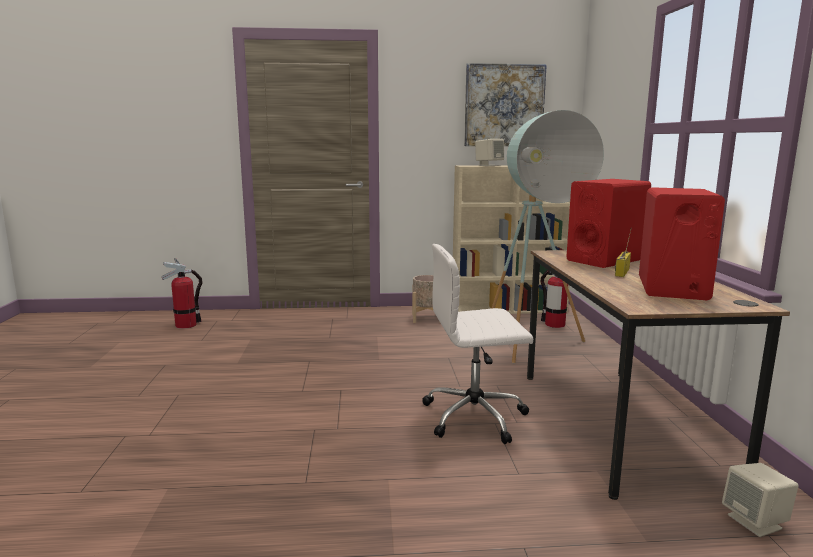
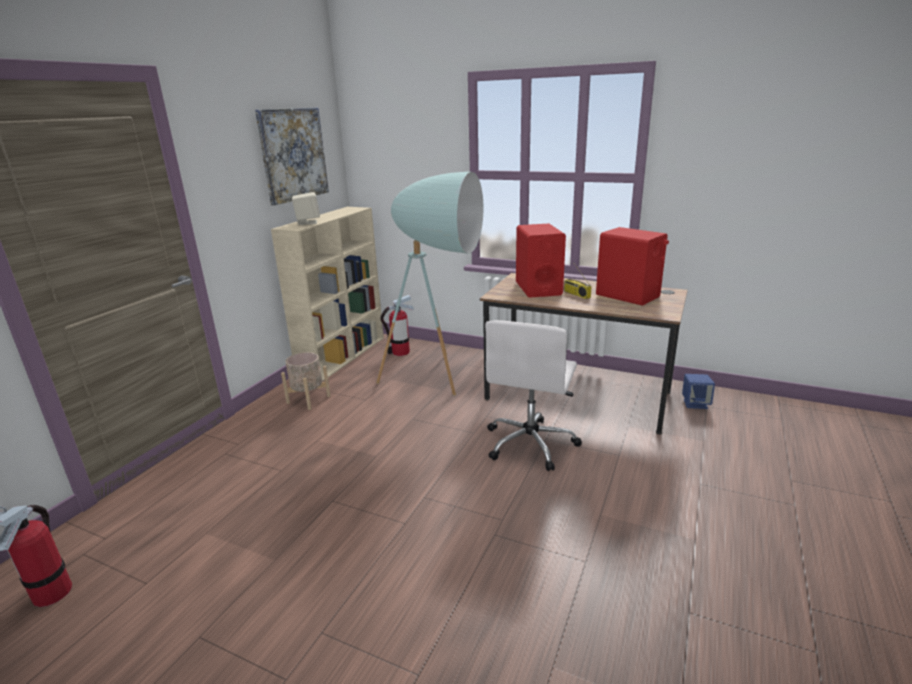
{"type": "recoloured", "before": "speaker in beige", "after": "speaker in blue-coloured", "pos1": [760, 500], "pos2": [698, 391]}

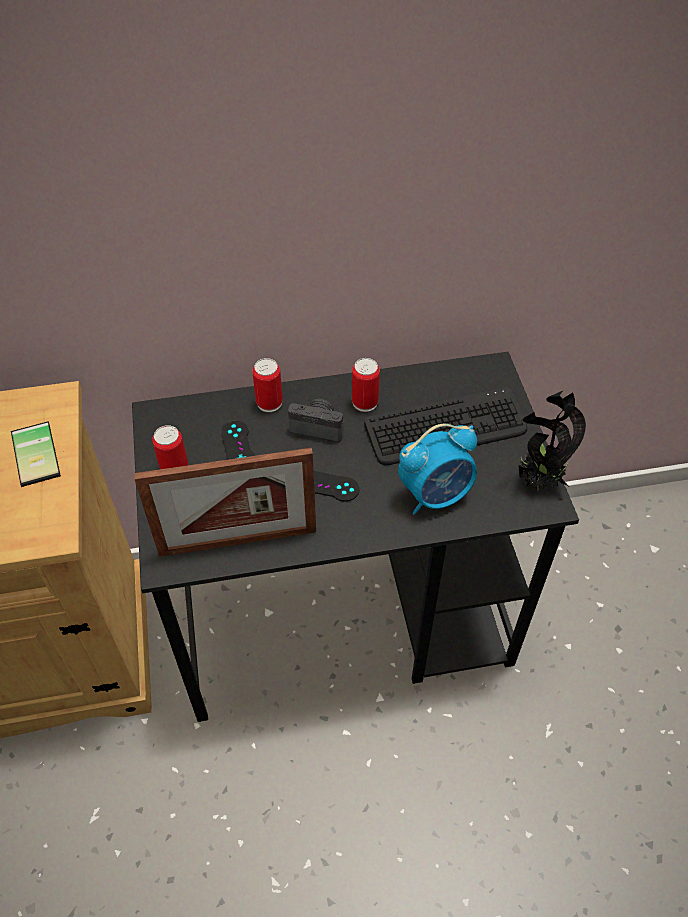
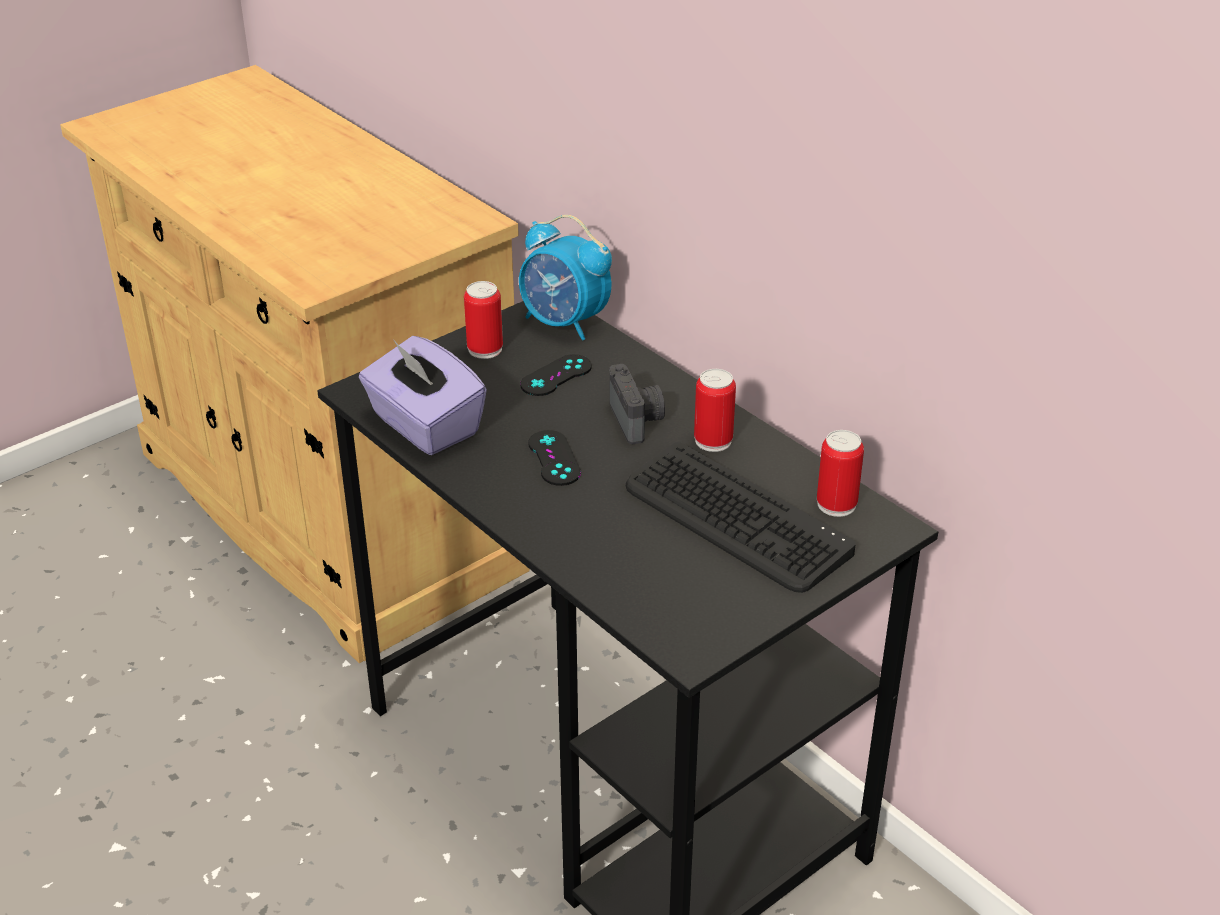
{"type": "removed", "before": "phone", "pos1": [36, 454]}
{"type": "replaced", "before": "photo frame", "after": "tissue holder in purplish", "pos1": [225, 502], "pos2": [423, 395]}
{"type": "moved", "before": "metal can", "pos1": [268, 385], "pos2": [840, 473]}
{"type": "moved", "before": "bedside clock", "pos1": [437, 469], "pos2": [565, 278]}
{"type": "removed", "before": "plant in a pot", "pos1": [552, 441]}

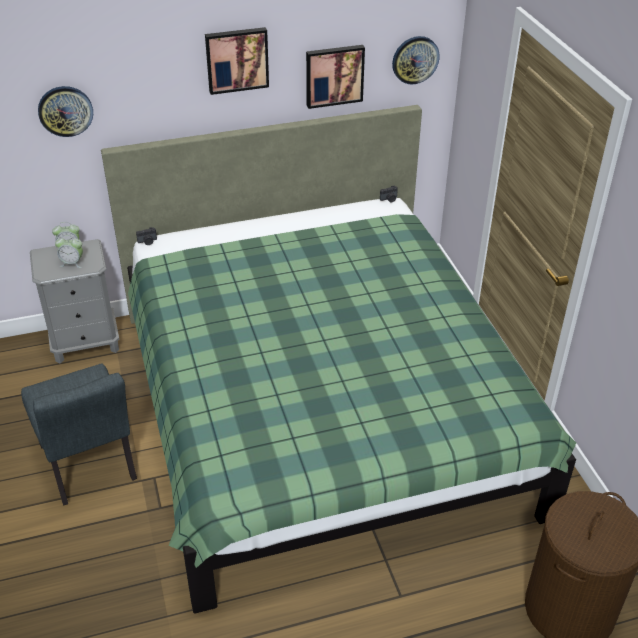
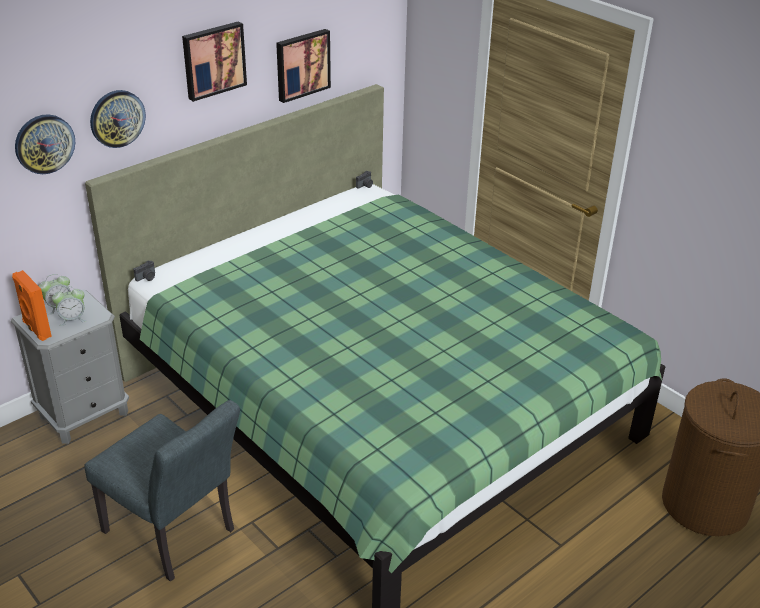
{"type": "moved", "before": "hanging clock", "pos1": [416, 60], "pos2": [118, 119]}
{"type": "added", "after": "speaker in orange", "pos2": [32, 305]}

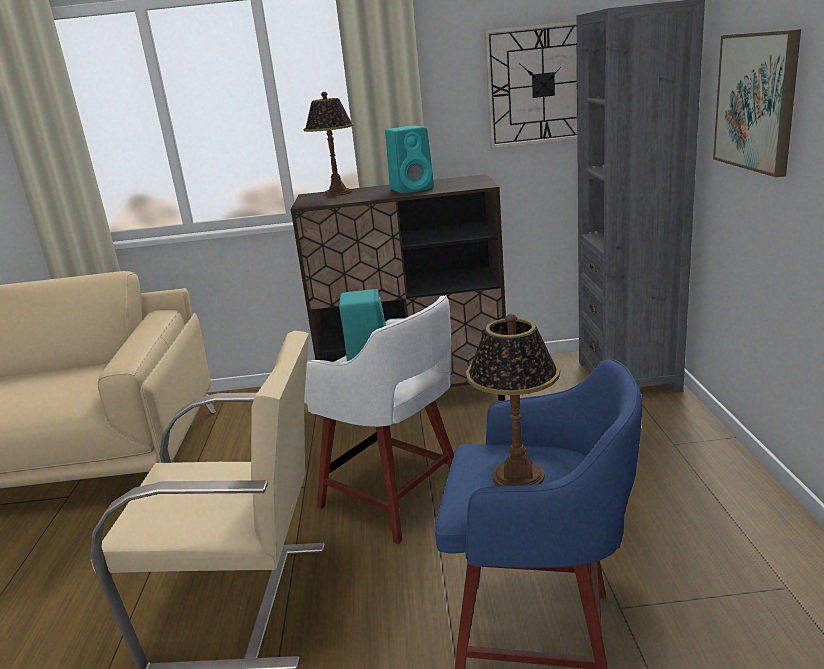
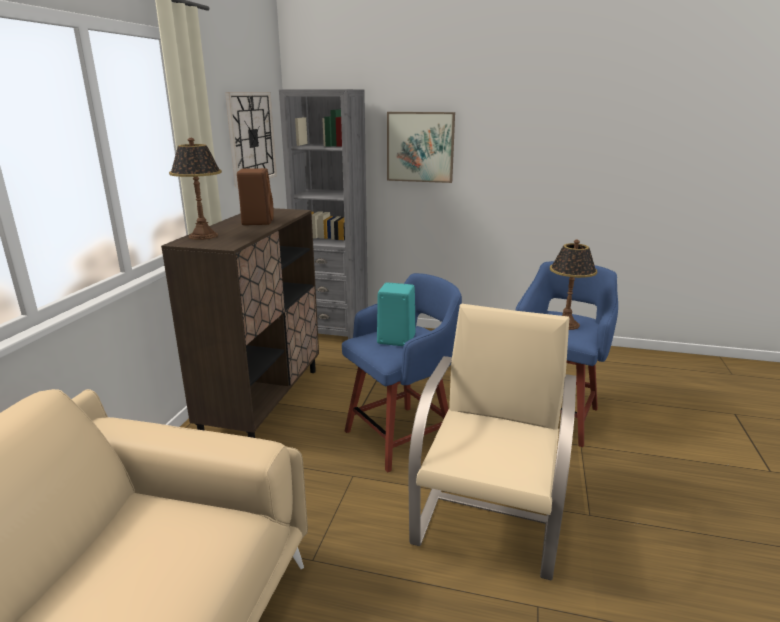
{"type": "recoloured", "before": "stool seat in white", "after": "stool seat in blue-coloured", "pos1": [379, 419], "pos2": [402, 373]}
{"type": "recoloured", "before": "speaker in turquoise-coloured", "after": "speaker in brownish", "pos1": [409, 160], "pos2": [255, 196]}

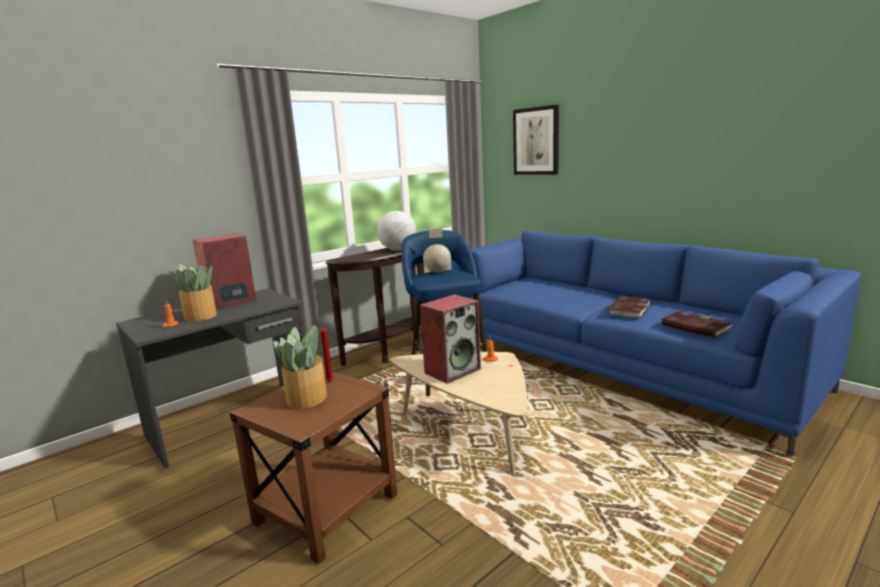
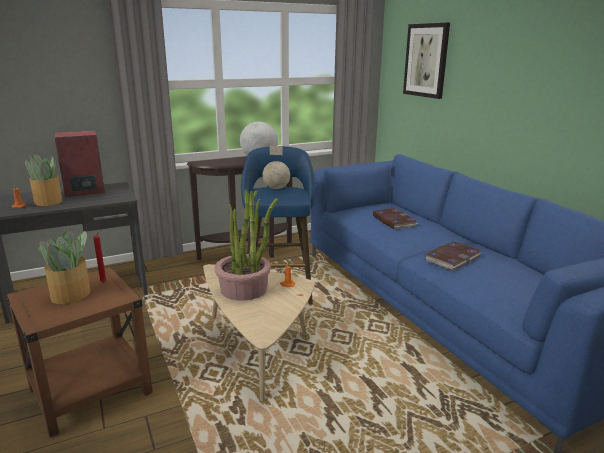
{"type": "replaced", "before": "speaker", "after": "plant in a pot", "pos1": [450, 339], "pos2": [246, 245]}
{"type": "moved", "before": "volume", "pos1": [696, 324], "pos2": [395, 219]}

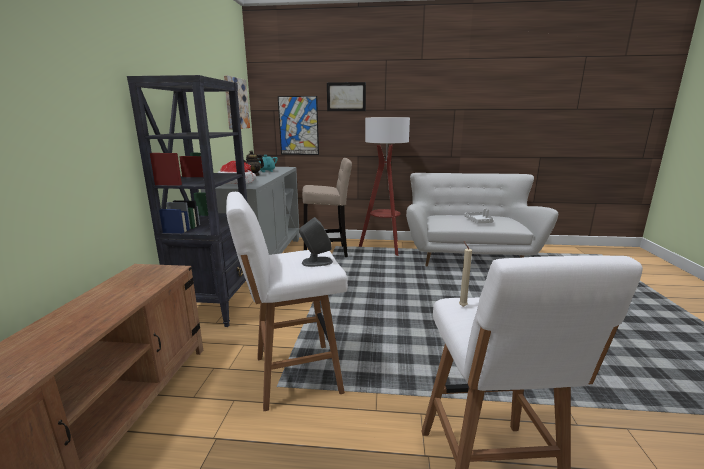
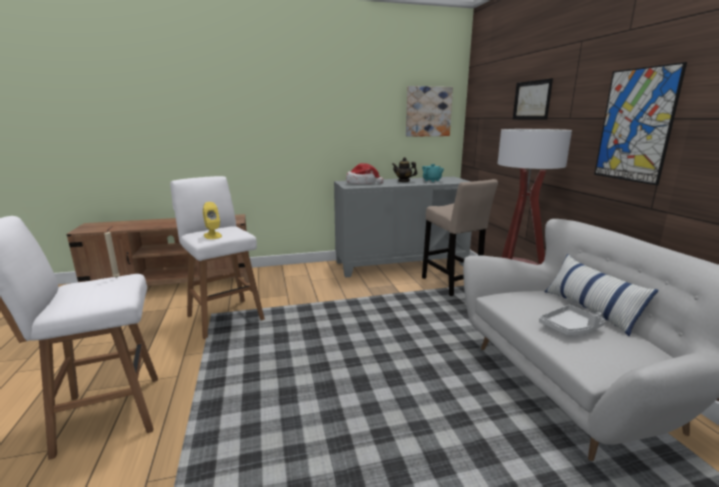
{"type": "removed", "before": "bookcase in black", "pos1": [189, 201]}
{"type": "moved", "before": "wall picture", "pos1": [298, 125], "pos2": [640, 123]}
{"type": "recoloured", "before": "speaker in greyish", "after": "speaker in yellow", "pos1": [316, 242], "pos2": [212, 220]}
{"type": "added", "after": "cushion", "pos2": [602, 295]}

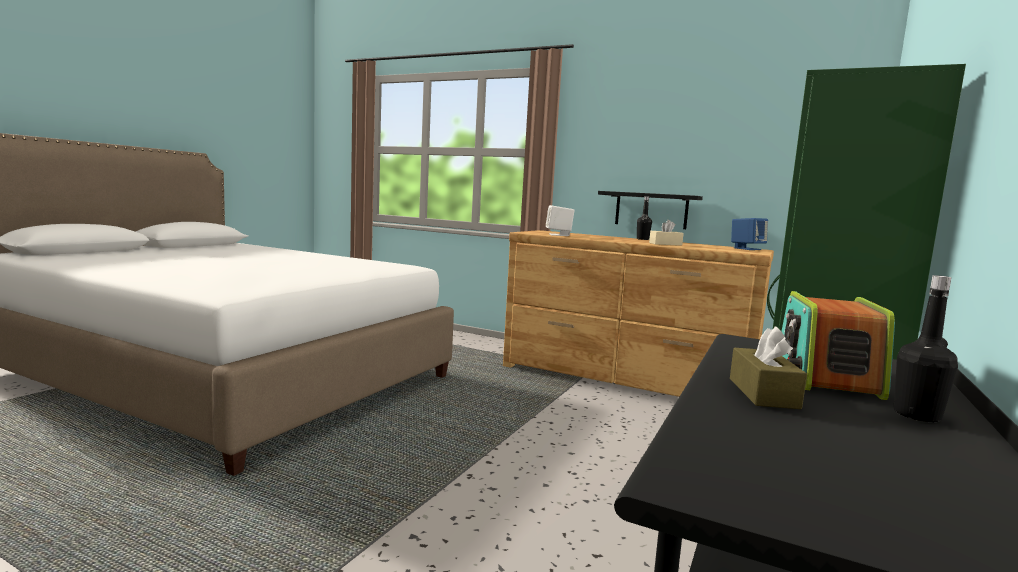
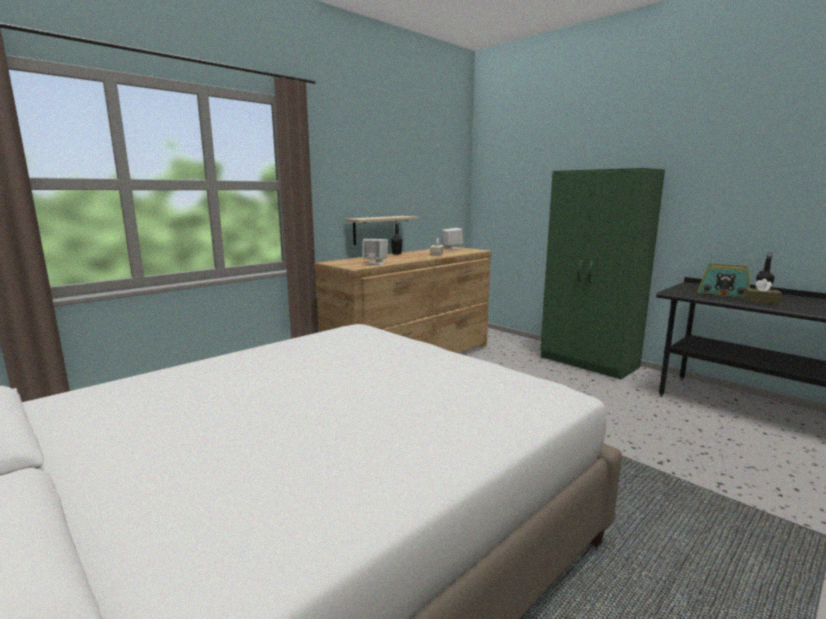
{"type": "recoloured", "before": "bracket shelf in black", "after": "bracket shelf in beige", "pos1": [650, 210], "pos2": [381, 230]}
{"type": "recoloured", "before": "speaker in blue-coloured", "after": "speaker in white", "pos1": [749, 234], "pos2": [452, 238]}

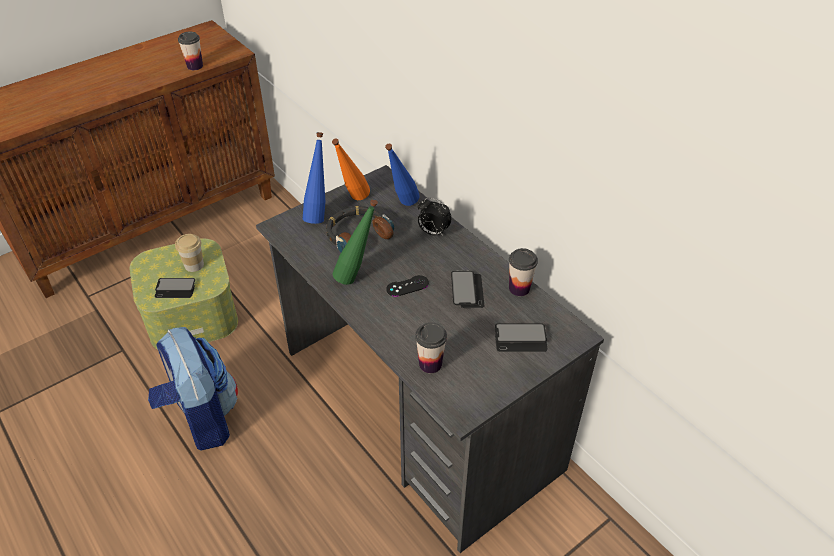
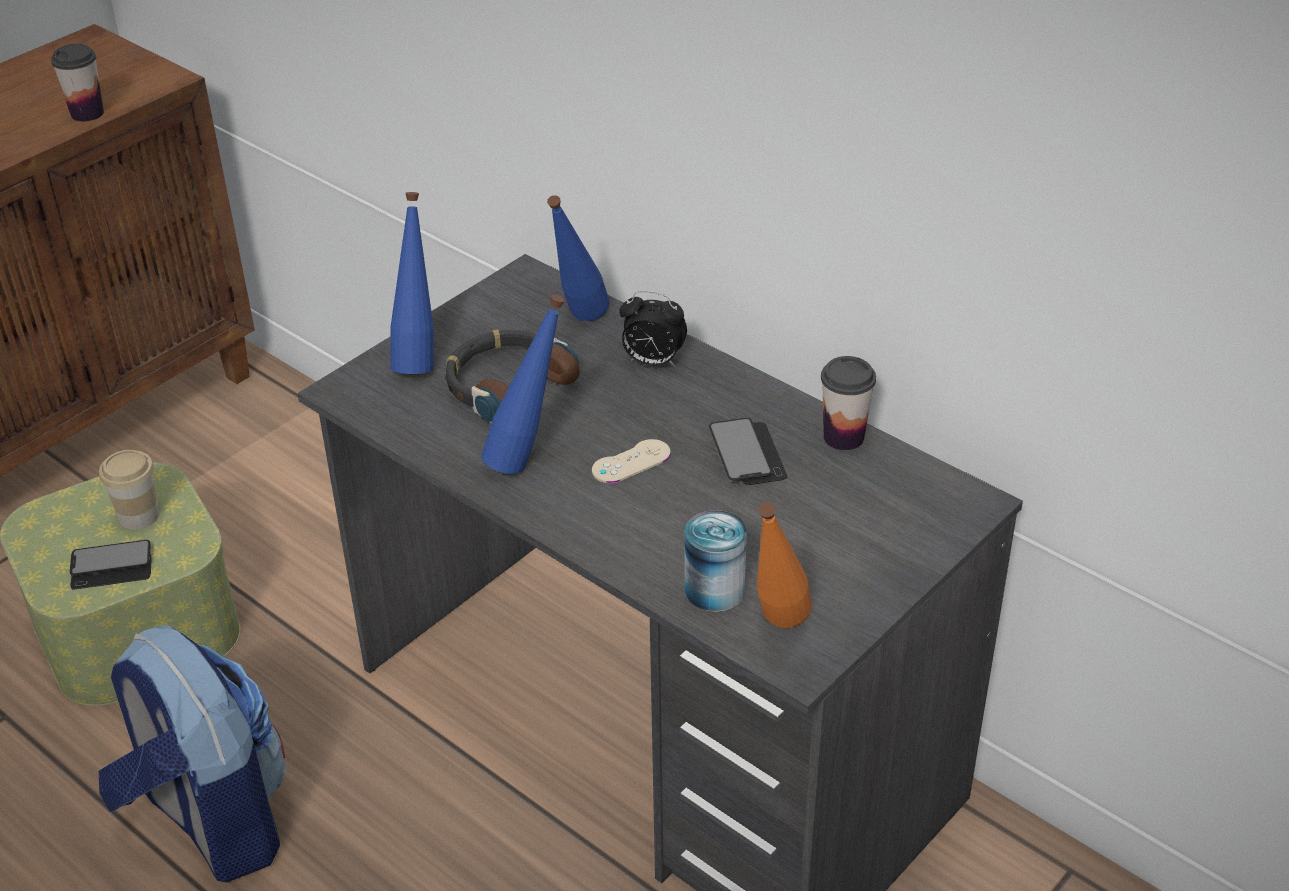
{"type": "moved", "before": "bottle in orange", "pos1": [351, 169], "pos2": [784, 565]}
{"type": "recoloured", "before": "bottle in greenish", "after": "bottle in blue-coloured", "pos1": [355, 242], "pos2": [523, 384]}
{"type": "recoloured", "before": "joypad in black", "after": "joypad in beige", "pos1": [407, 286], "pos2": [631, 461]}
{"type": "replaced", "before": "cup", "after": "metal can", "pos1": [431, 347], "pos2": [716, 561]}
{"type": "removed", "before": "phone", "pos1": [521, 338]}

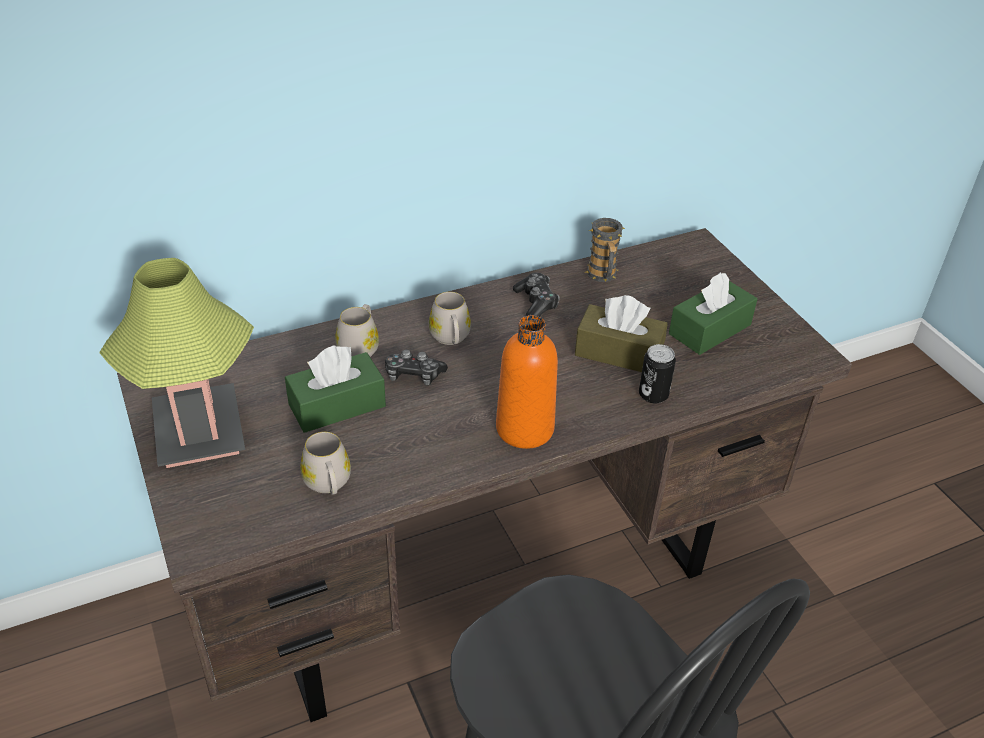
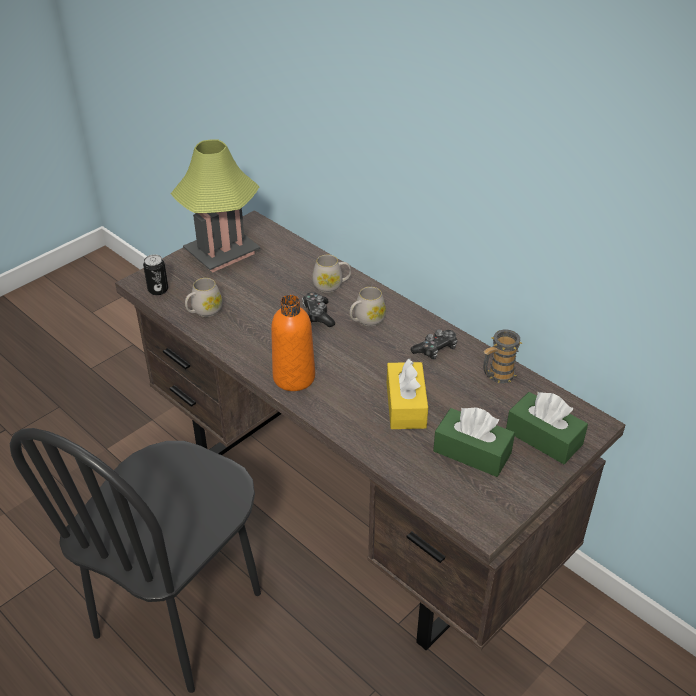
{"type": "moved", "before": "tissue holder in greenish", "pos1": [335, 389], "pos2": [547, 428]}
{"type": "recoloured", "before": "tissue holder in brownish", "after": "tissue holder in yellow", "pos1": [621, 333], "pos2": [407, 393]}
{"type": "moved", "before": "metal can", "pos1": [657, 374], "pos2": [155, 274]}

